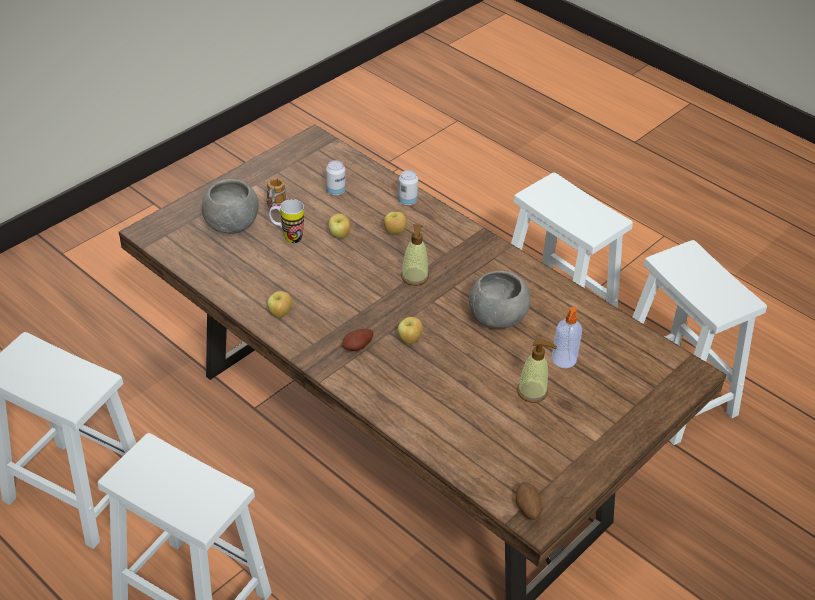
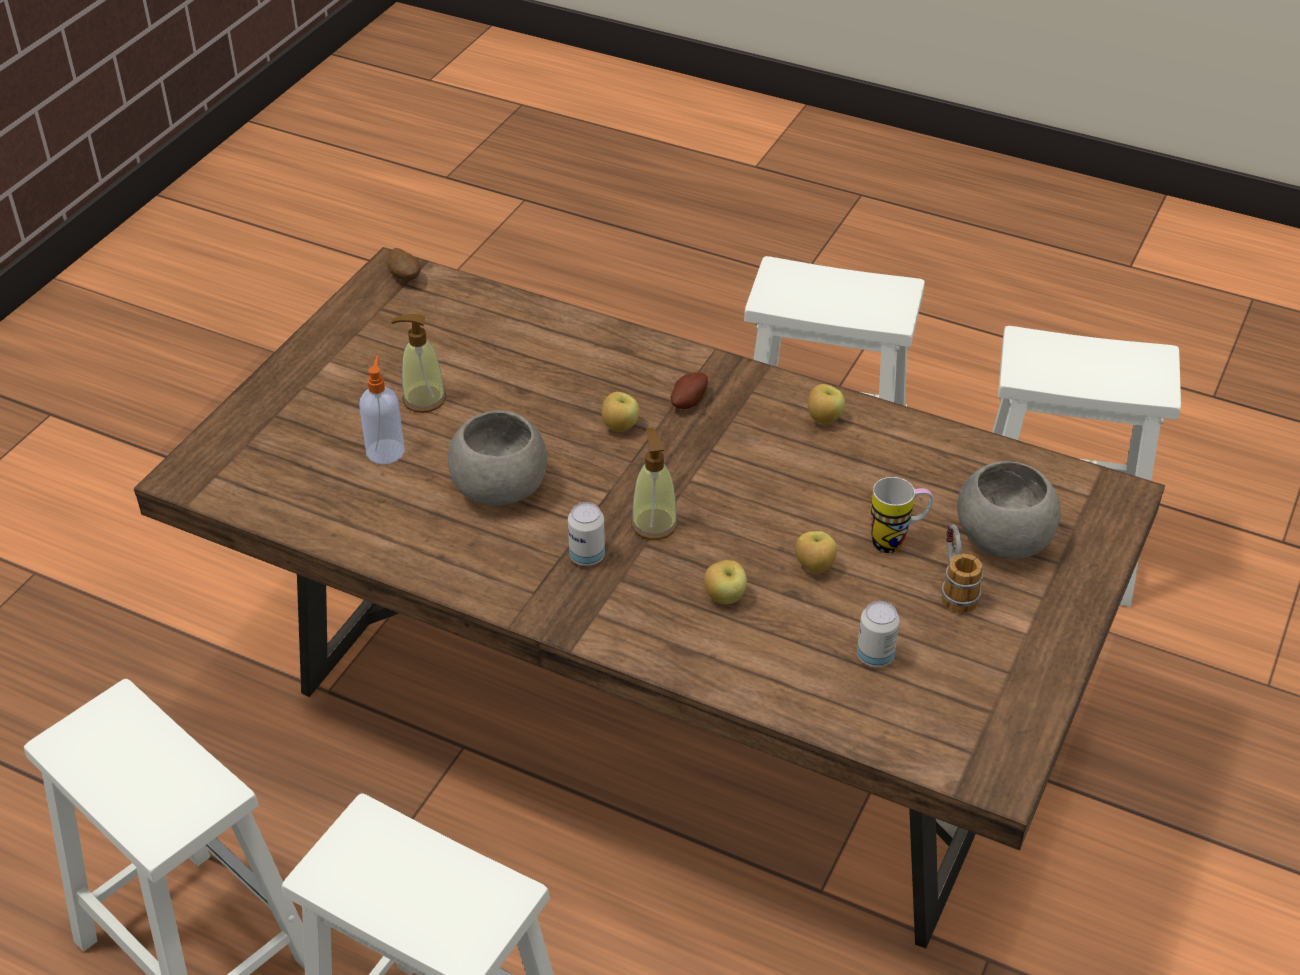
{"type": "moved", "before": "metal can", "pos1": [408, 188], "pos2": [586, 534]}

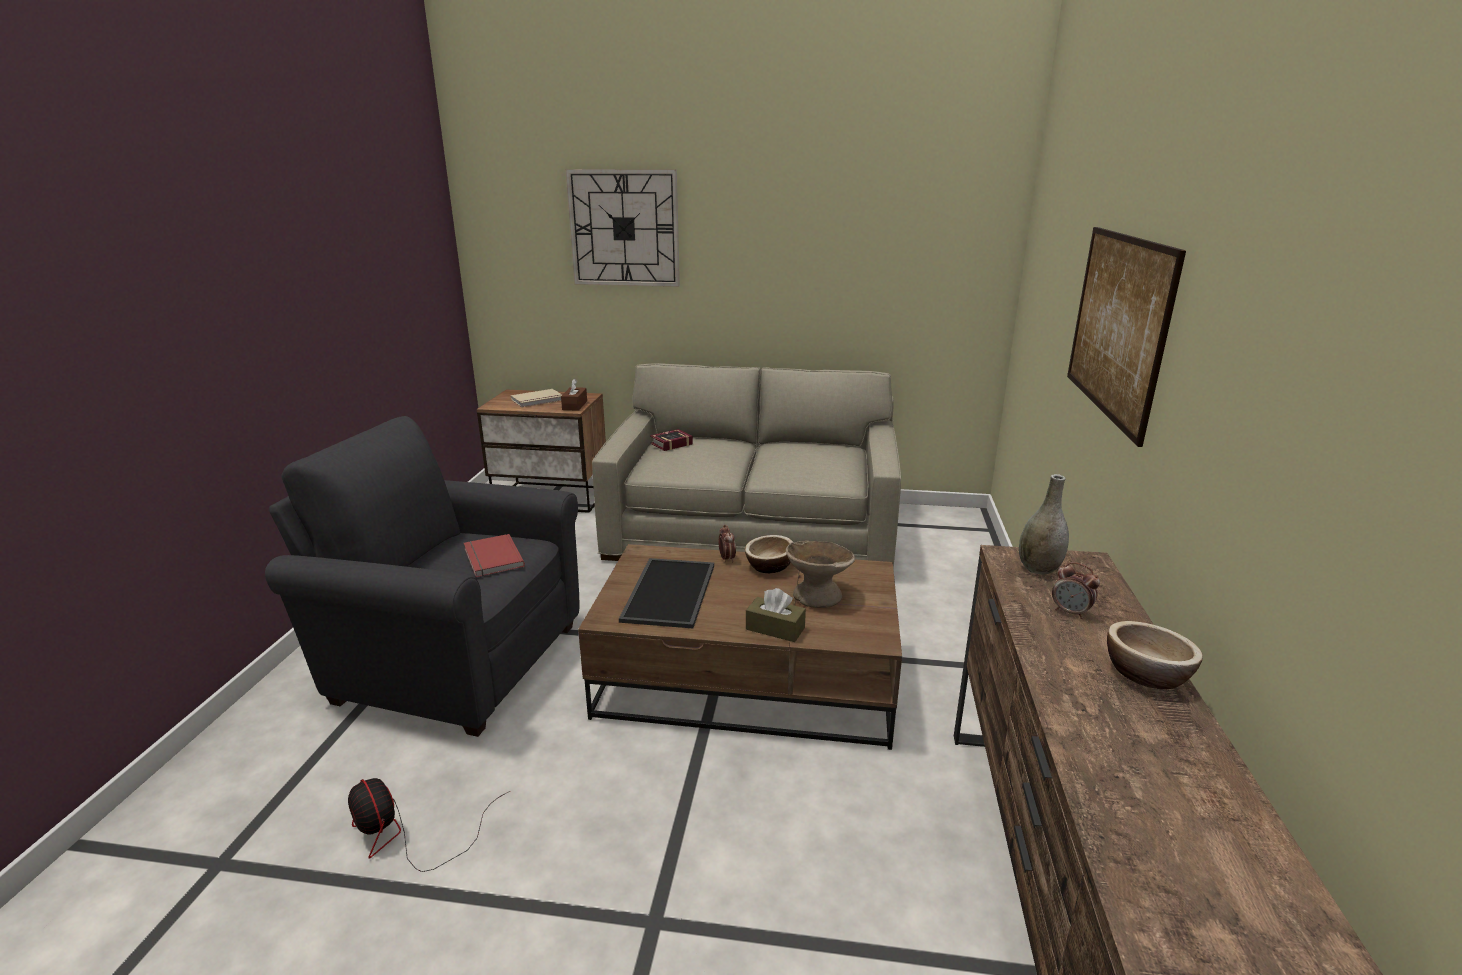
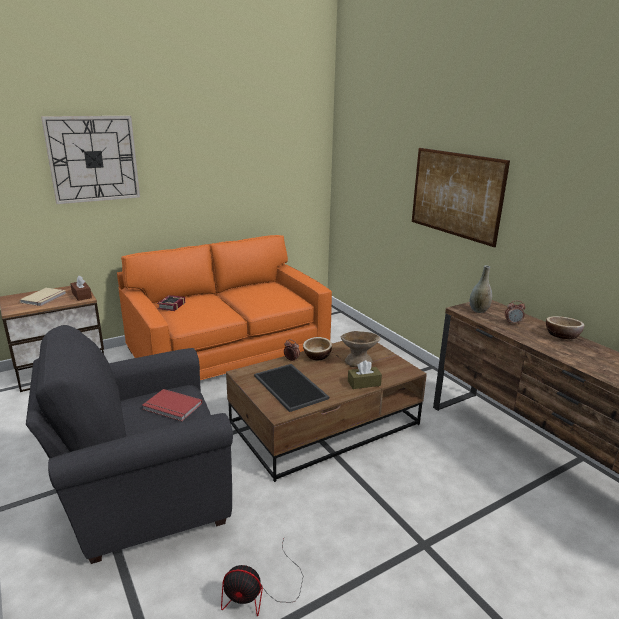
{"type": "recoloured", "before": "settee in beige", "after": "settee in orange", "pos1": [746, 466], "pos2": [224, 307]}

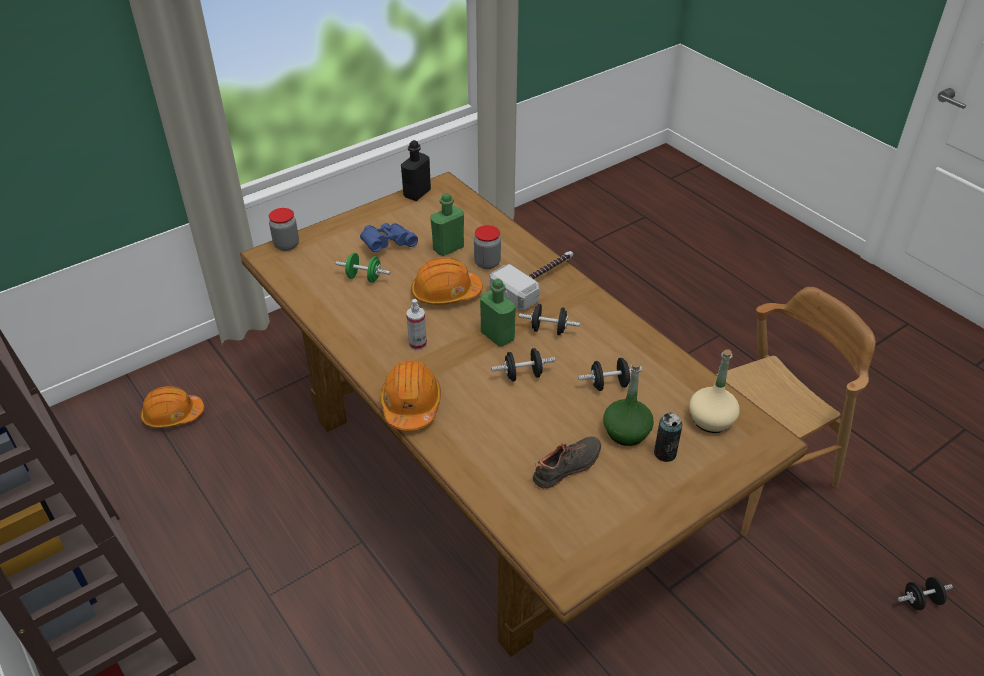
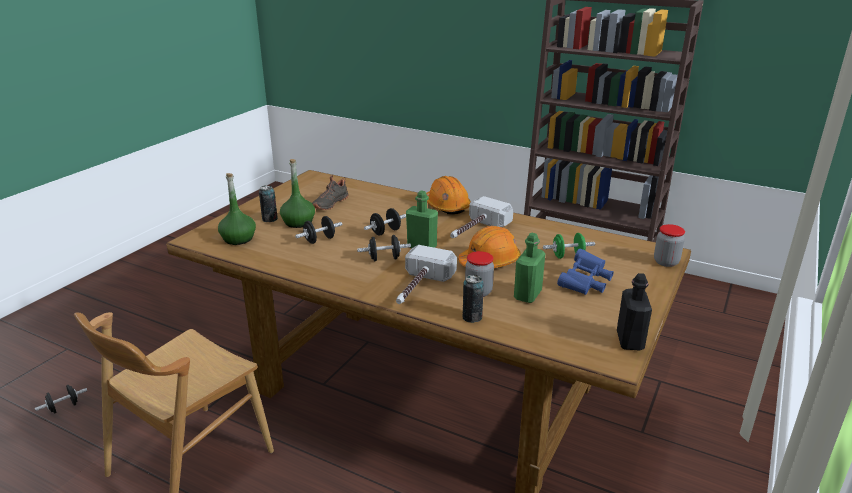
{"type": "removed", "before": "hard hat in orange", "pos1": [172, 407]}
{"type": "replaced", "before": "hand sprayer", "after": "tool hammer", "pos1": [416, 324], "pos2": [481, 217]}
{"type": "recoloured", "before": "bottle in beige", "after": "bottle in greenish", "pos1": [714, 391], "pos2": [237, 209]}
{"type": "added", "after": "metal can", "pos2": [473, 299]}

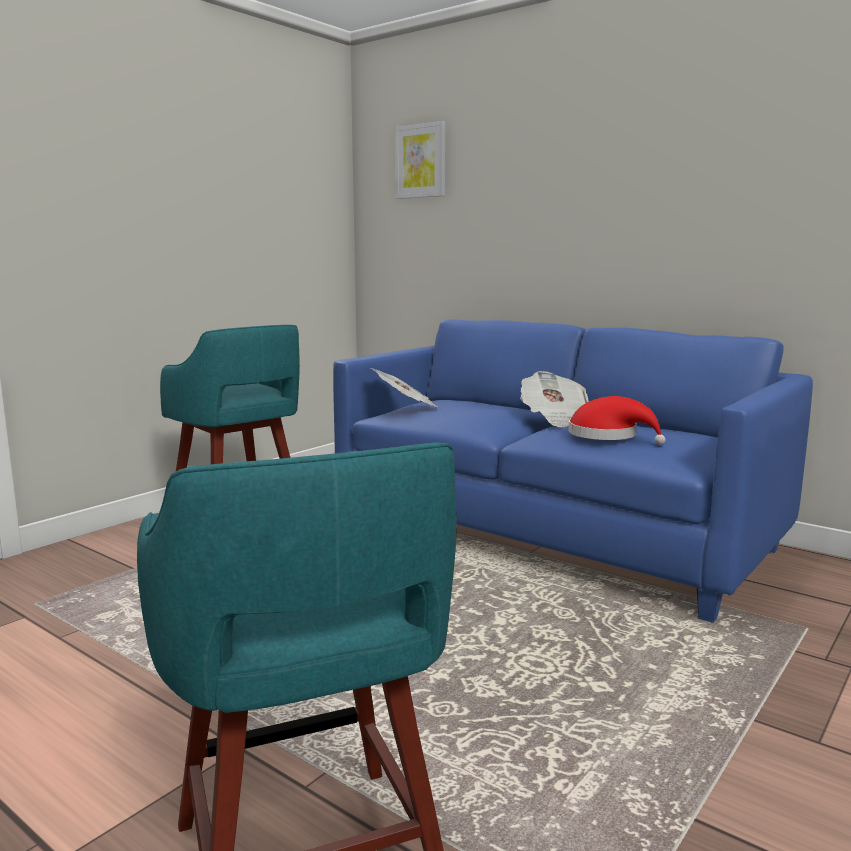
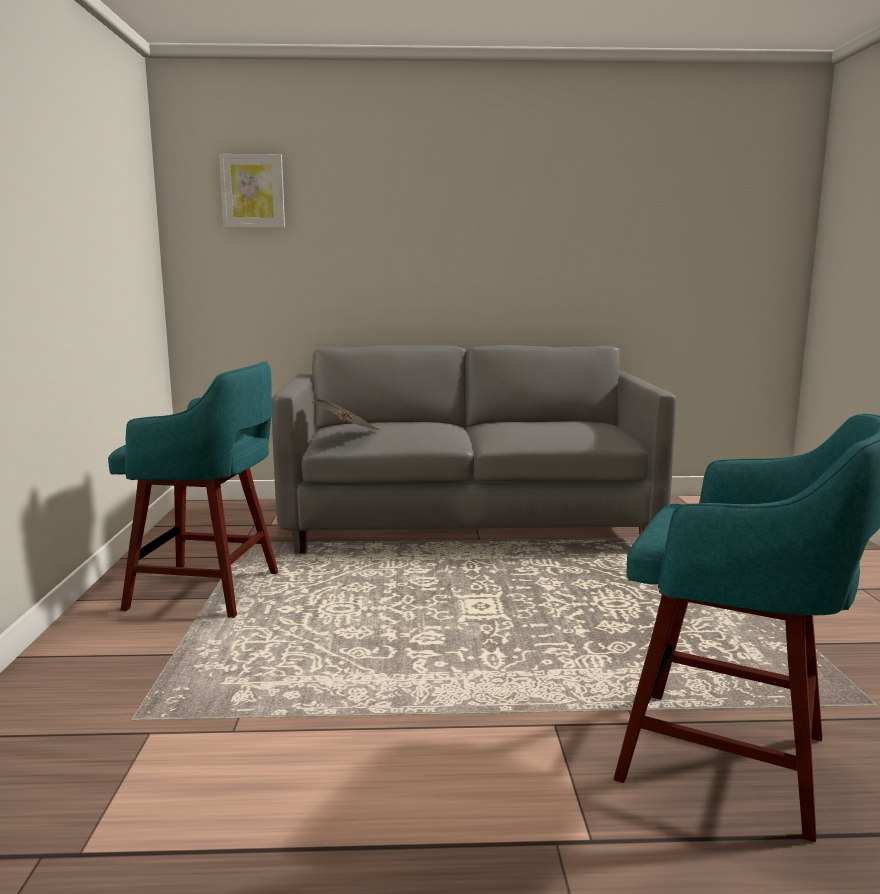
{"type": "recoloured", "before": "settee in blue-coloured", "after": "settee in greyish", "pos1": [573, 471], "pos2": [474, 449]}
{"type": "removed", "before": "daily paper", "pos1": [554, 399]}
{"type": "removed", "before": "clothing hat in red-coloured", "pos1": [617, 420]}

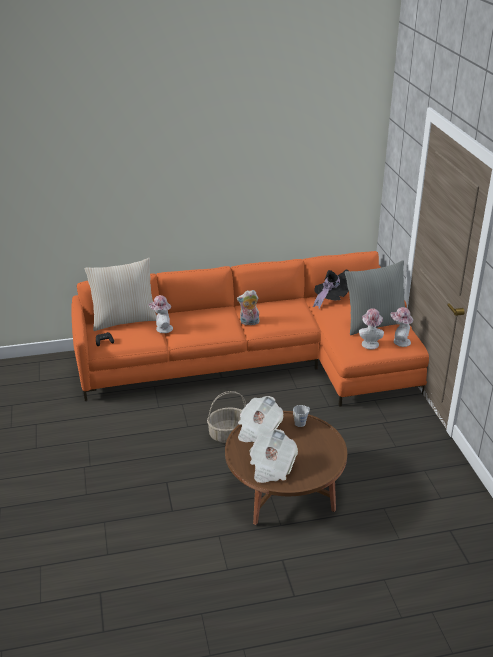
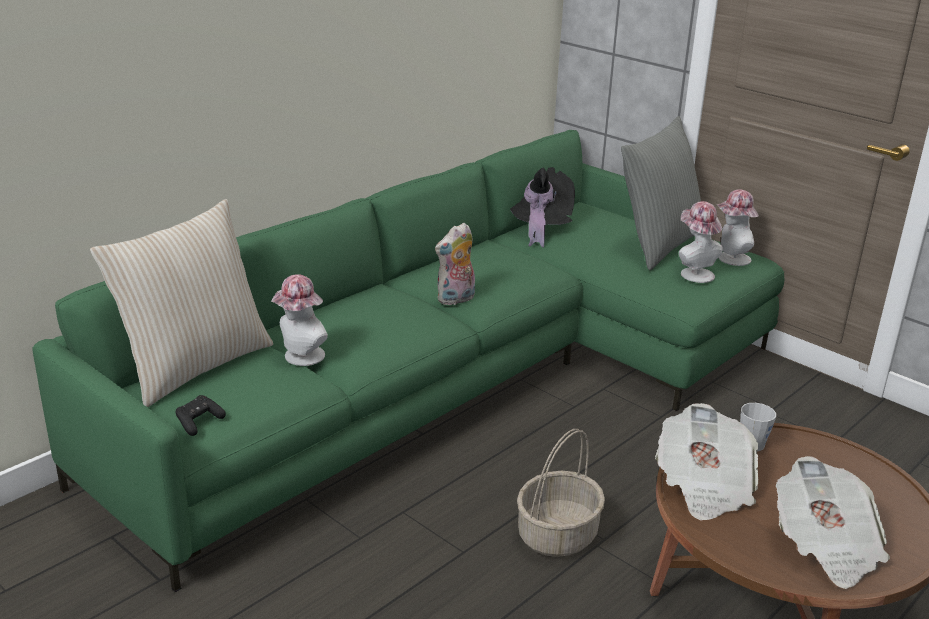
{"type": "recoloured", "before": "settee in orange", "after": "settee in greenish", "pos1": [250, 329], "pos2": [408, 361]}

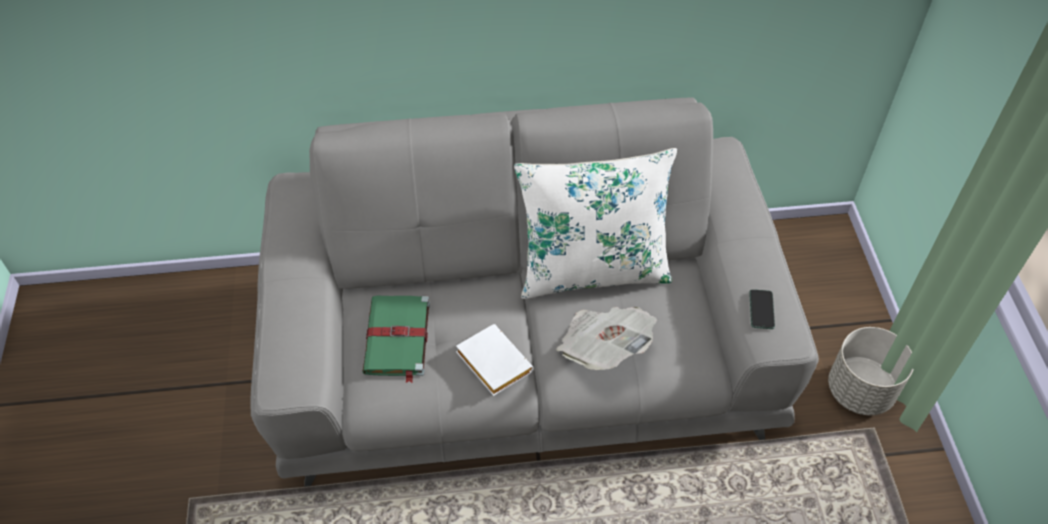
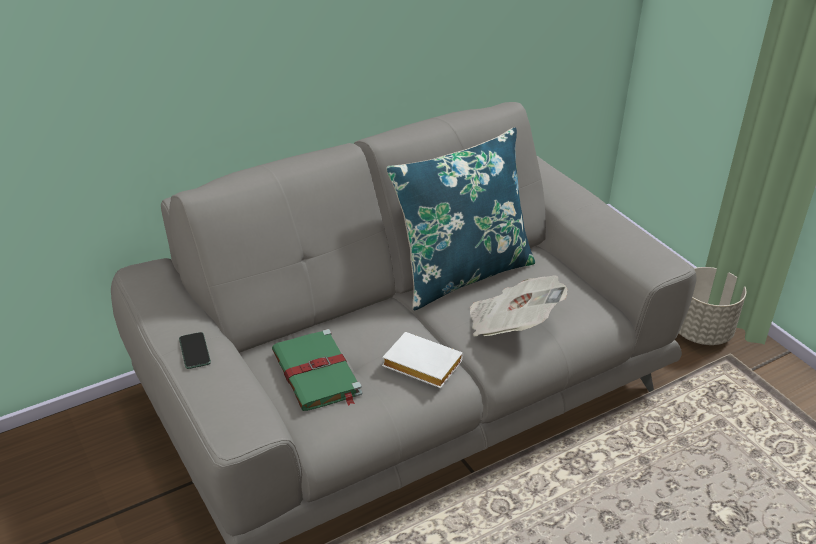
{"type": "recoloured", "before": "cushion in white", "after": "cushion in blue-coloured", "pos1": [595, 223], "pos2": [460, 218]}
{"type": "moved", "before": "phone", "pos1": [762, 309], "pos2": [195, 350]}

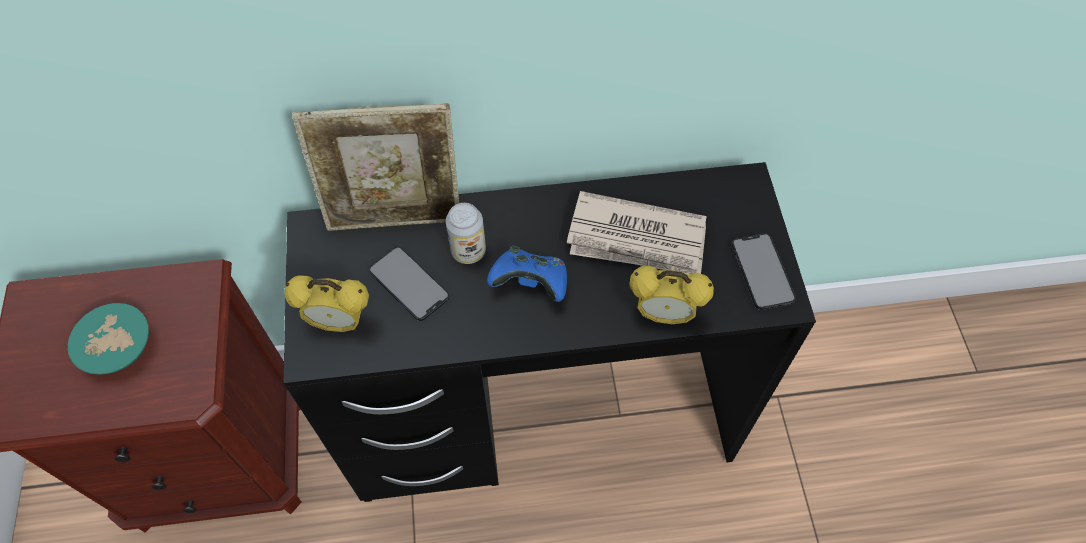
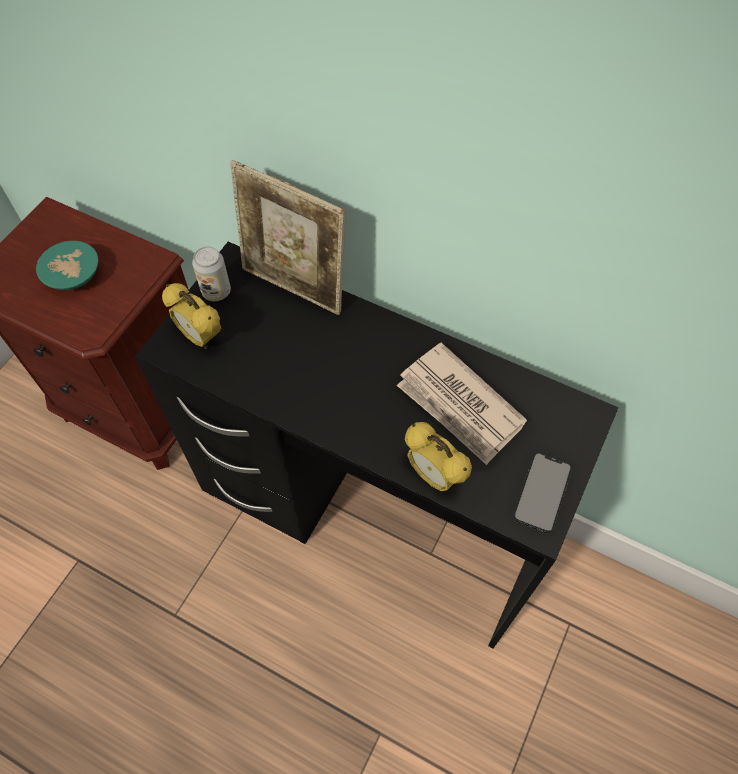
{"type": "removed", "before": "phone", "pos1": [409, 284]}
{"type": "moved", "before": "metal can", "pos1": [466, 233], "pos2": [211, 273]}
{"type": "removed", "before": "joypad in blue-coloured", "pos1": [527, 274]}

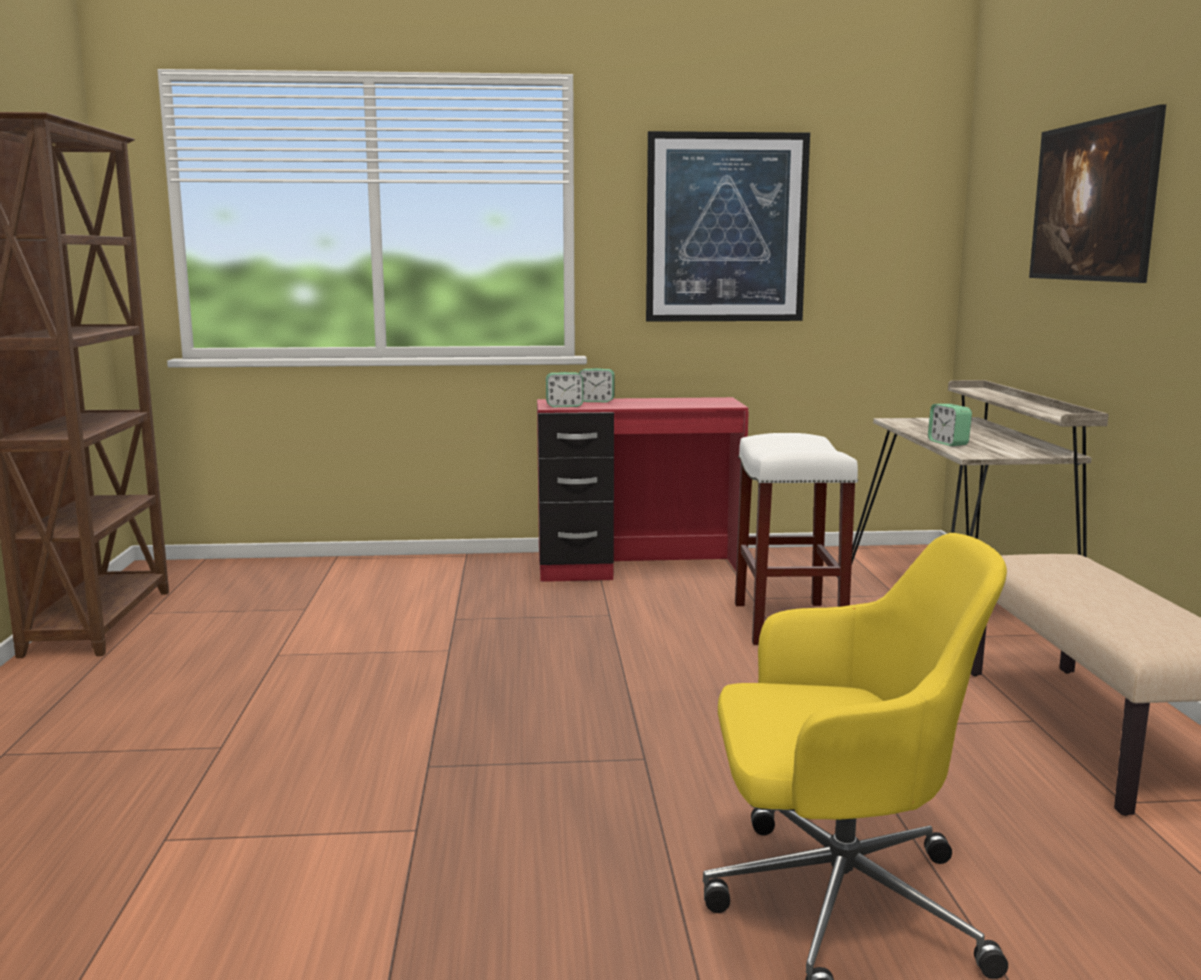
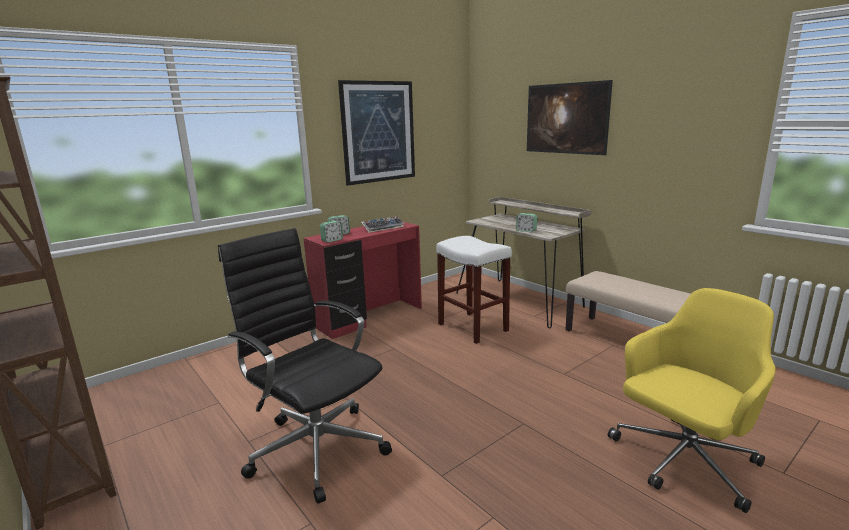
{"type": "added", "after": "desk chair in black", "pos2": [305, 366]}
{"type": "added", "after": "PC keyboard", "pos2": [382, 224]}

